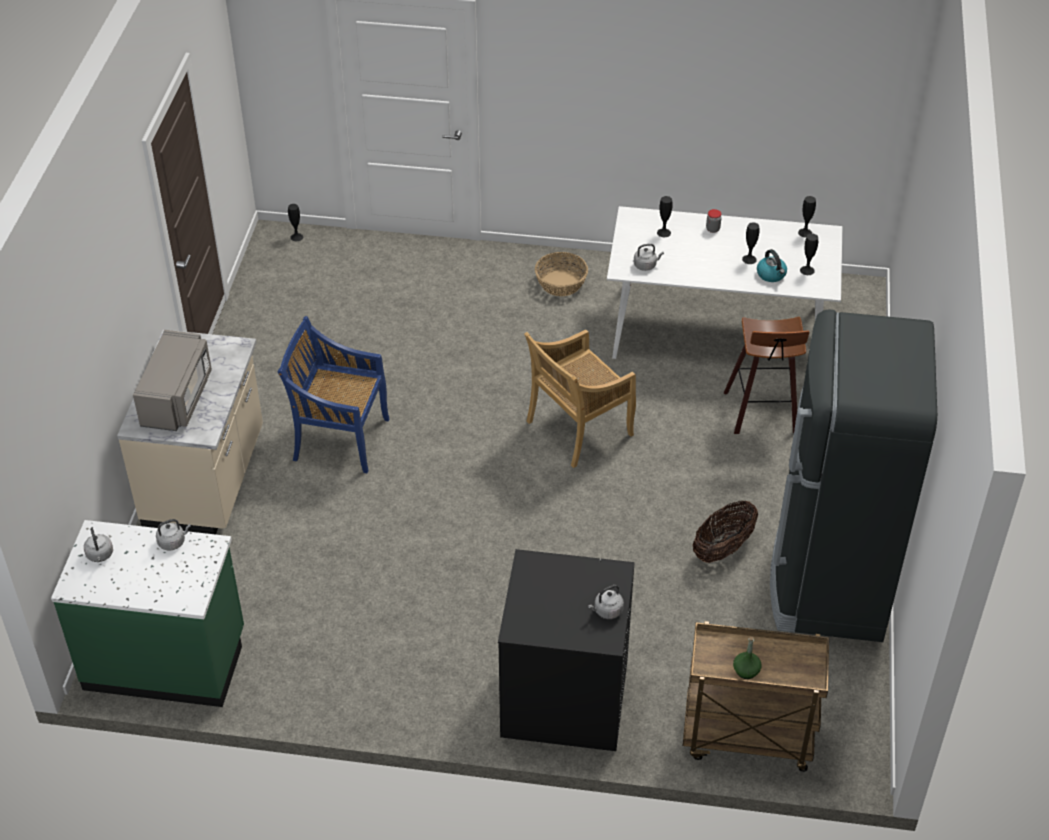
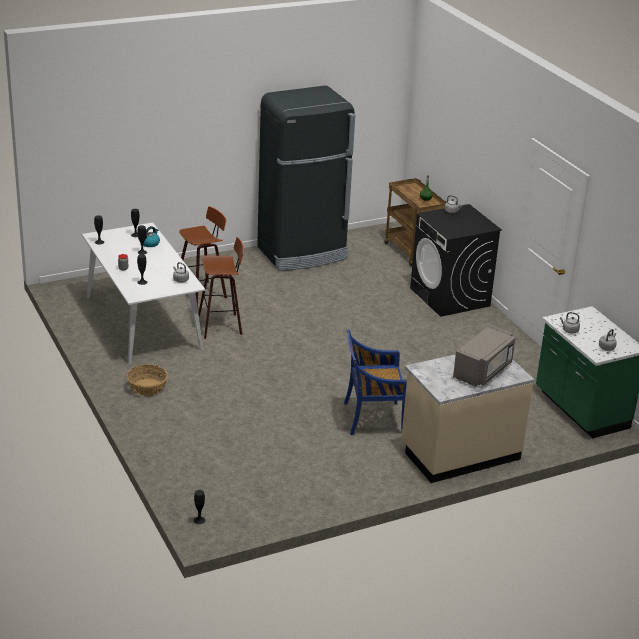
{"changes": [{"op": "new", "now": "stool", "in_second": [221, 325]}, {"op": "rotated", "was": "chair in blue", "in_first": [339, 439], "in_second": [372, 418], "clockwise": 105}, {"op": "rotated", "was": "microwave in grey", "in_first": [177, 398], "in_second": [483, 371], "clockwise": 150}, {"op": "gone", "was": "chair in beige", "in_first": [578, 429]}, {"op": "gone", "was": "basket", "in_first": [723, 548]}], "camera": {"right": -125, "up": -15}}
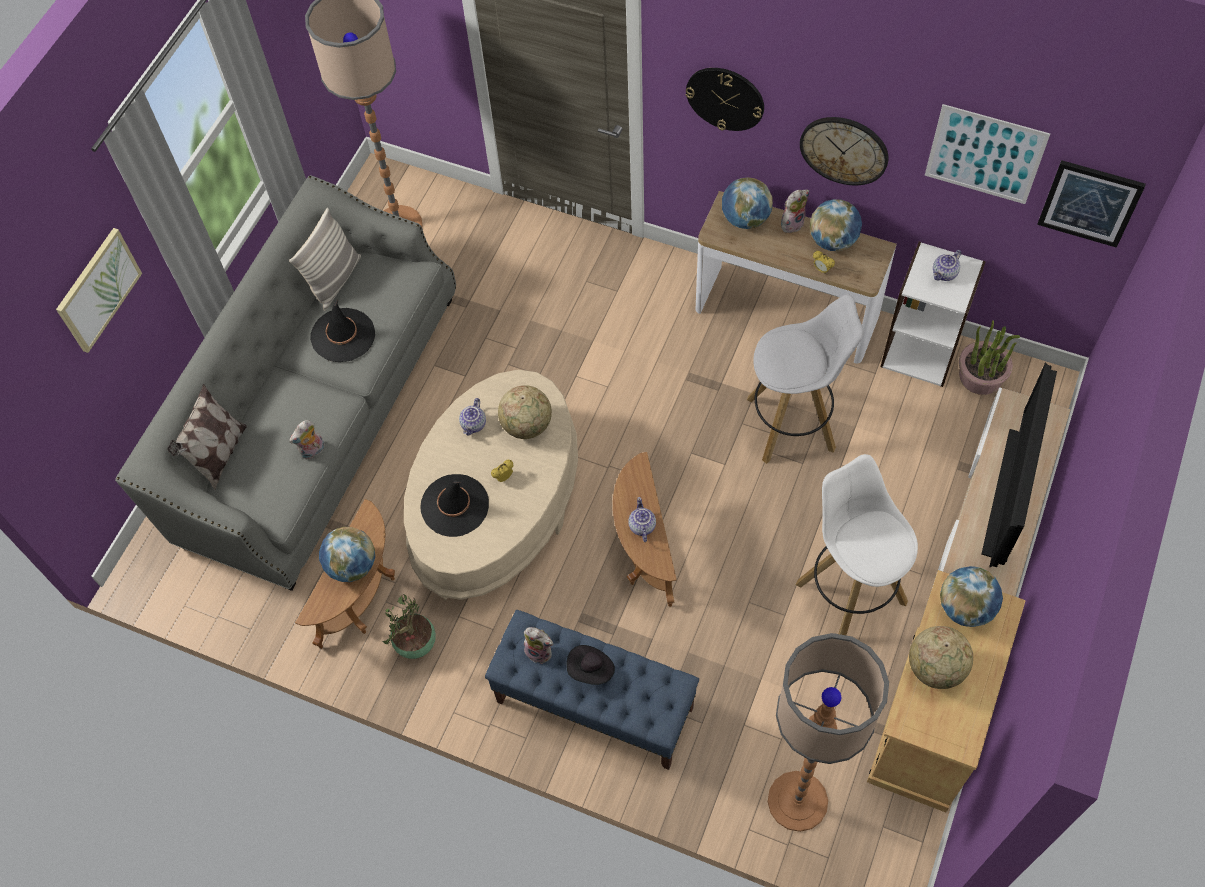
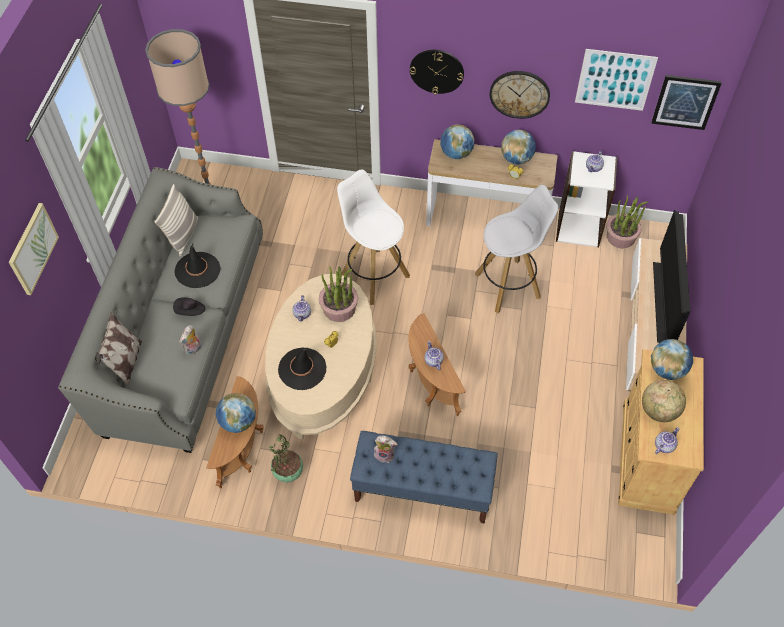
{"changes": [{"op": "shifted", "was": "hat in black", "in_first": [591, 670], "in_second": [190, 311]}, {"op": "swapped", "was": "globe", "now": "potted plant", "in_first": [527, 425], "in_second": [339, 308]}, {"op": "shifted", "was": "stool in white", "in_first": [849, 591], "in_second": [373, 275]}, {"op": "new", "now": "teapot", "in_second": [664, 445]}, {"op": "gone", "was": "floor lamp", "in_first": [797, 801]}, {"op": "gone", "was": "plush toy", "in_first": [792, 222]}], "camera": {"right": -15, "up": -5}}
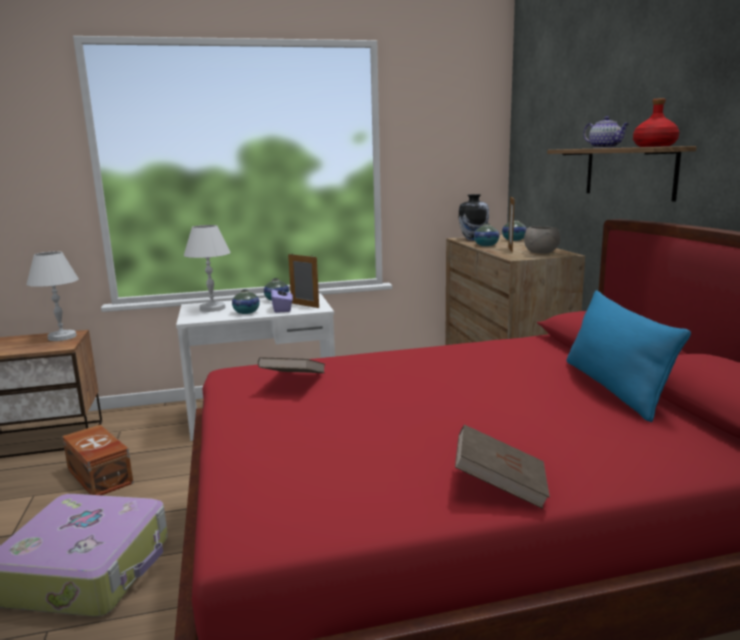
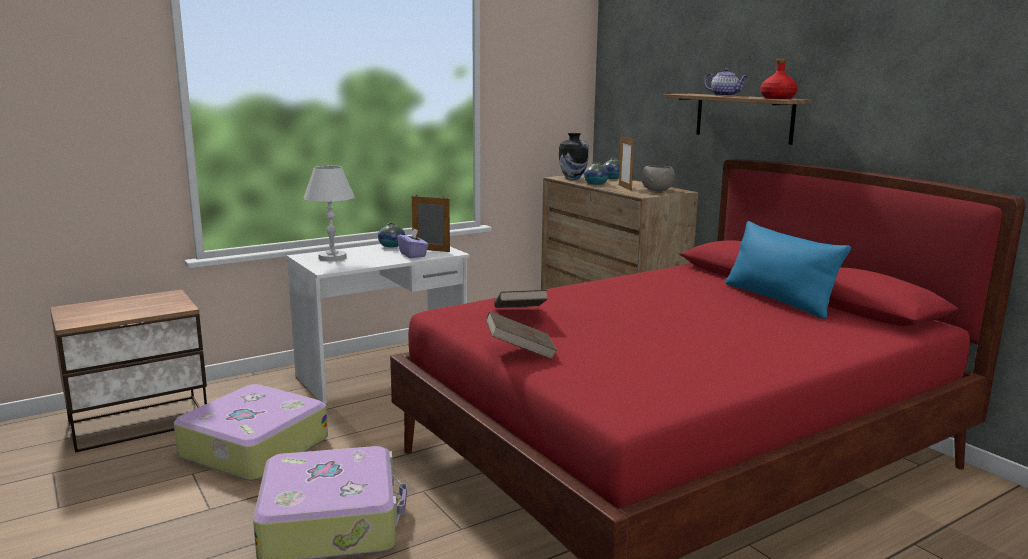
{"changes": [{"op": "swapped", "was": "storage box in brown", "now": "suitcase", "in_first": [99, 477], "in_second": [252, 448]}, {"op": "shifted", "was": "book in brown", "in_first": [500, 486], "in_second": [520, 351]}, {"op": "gone", "was": "table lamp in white", "in_first": [62, 337]}, {"op": "gone", "was": "vase", "in_first": [246, 312]}], "camera": {"right": -20, "up": 0}}
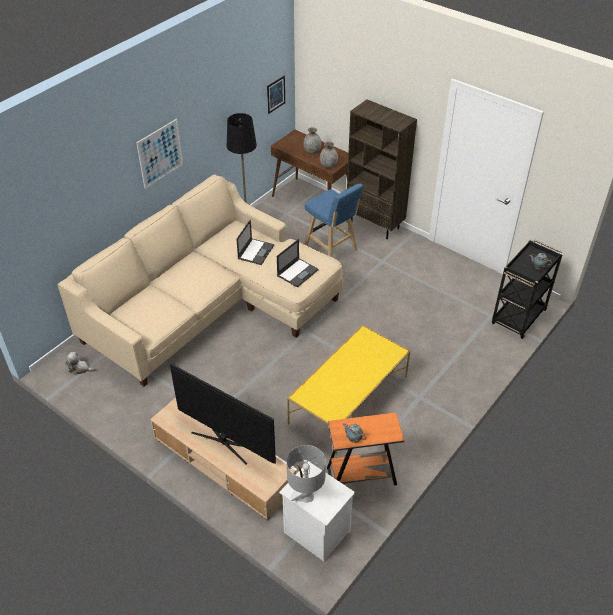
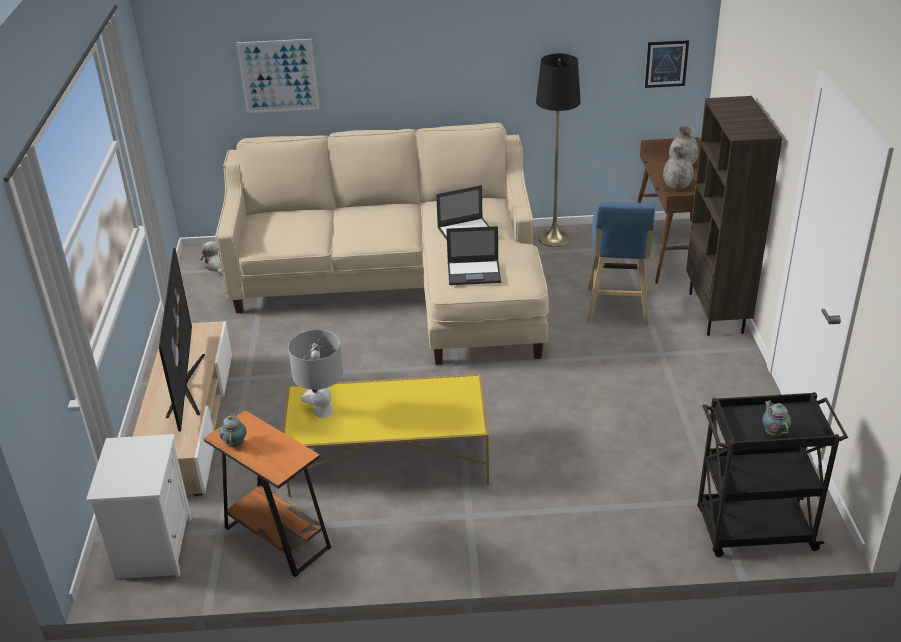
{"changes": [{"op": "shifted", "was": "picture", "in_first": [160, 153], "in_second": [278, 76]}, {"op": "shifted", "was": "table lamp in grey", "in_first": [306, 496], "in_second": [322, 411]}], "camera": {"right": 50, "up": -10}}
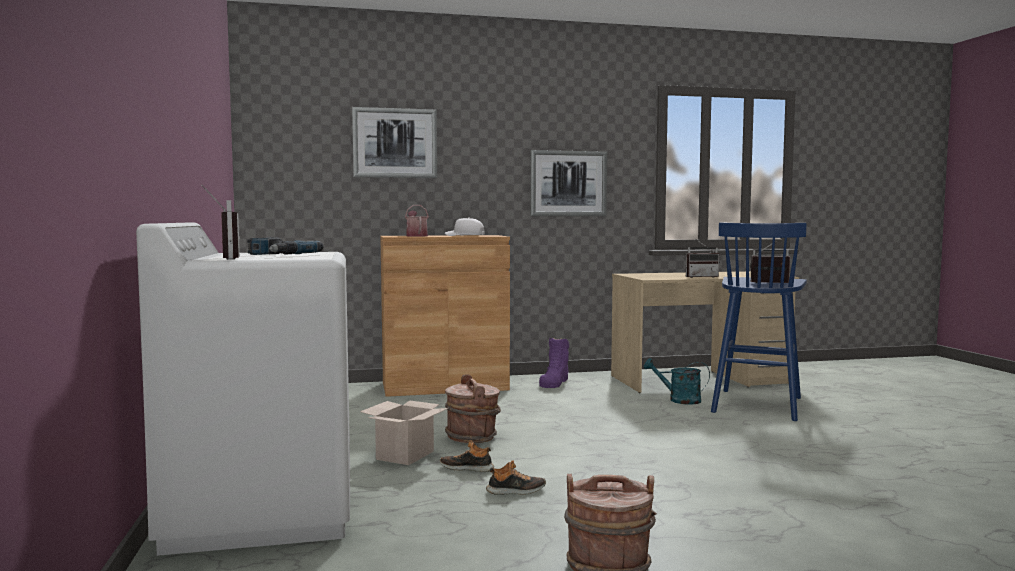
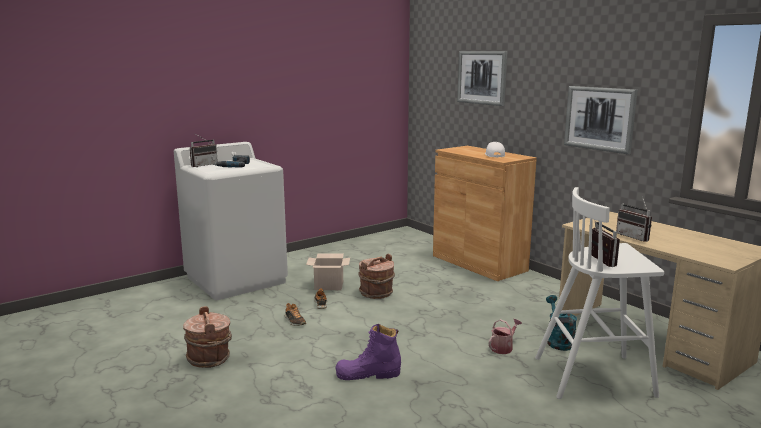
{"changes": [{"op": "shifted", "was": "boot in purple", "in_first": [554, 382], "in_second": [368, 374]}, {"op": "shifted", "was": "watering can", "in_first": [416, 236], "in_second": [503, 347]}, {"op": "repainted", "was": "stool in blue", "now": "stool in white", "in_first": [757, 404], "in_second": [595, 376]}], "camera": {"right": 65, "up": 10}}
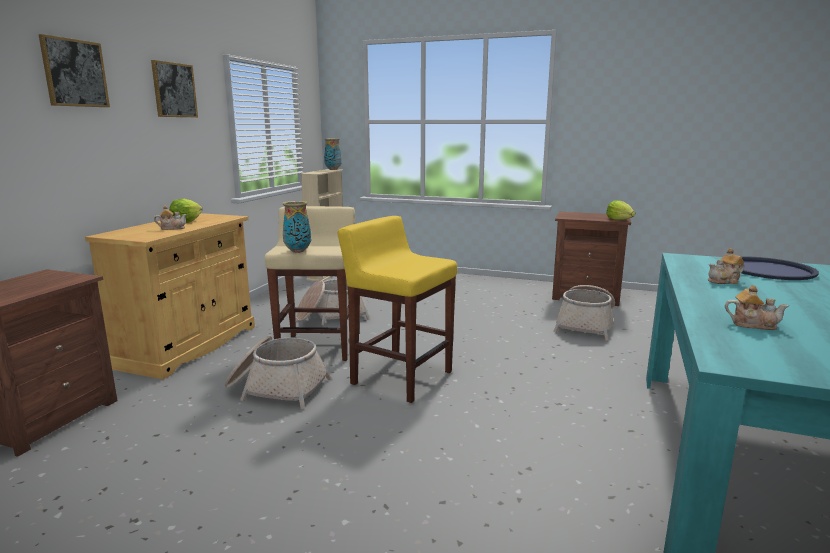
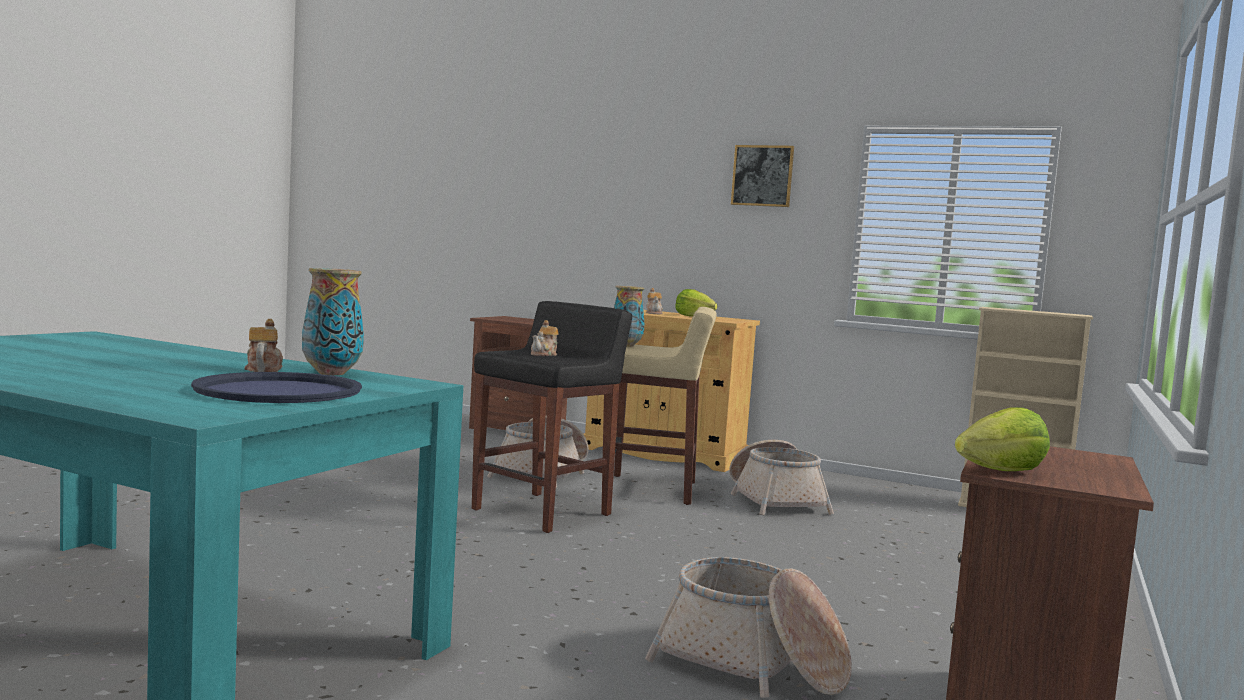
{"changes": [{"op": "shifted", "was": "vase", "in_first": [333, 169], "in_second": [331, 373]}, {"op": "repainted", "was": "stool in yellow", "now": "stool in black", "in_first": [400, 377], "in_second": [543, 512]}, {"op": "shifted", "was": "teapot", "in_first": [752, 324], "in_second": [544, 354]}, {"op": "gone", "was": "picture", "in_first": [74, 73]}], "camera": {"right": 95, "up": -10}}
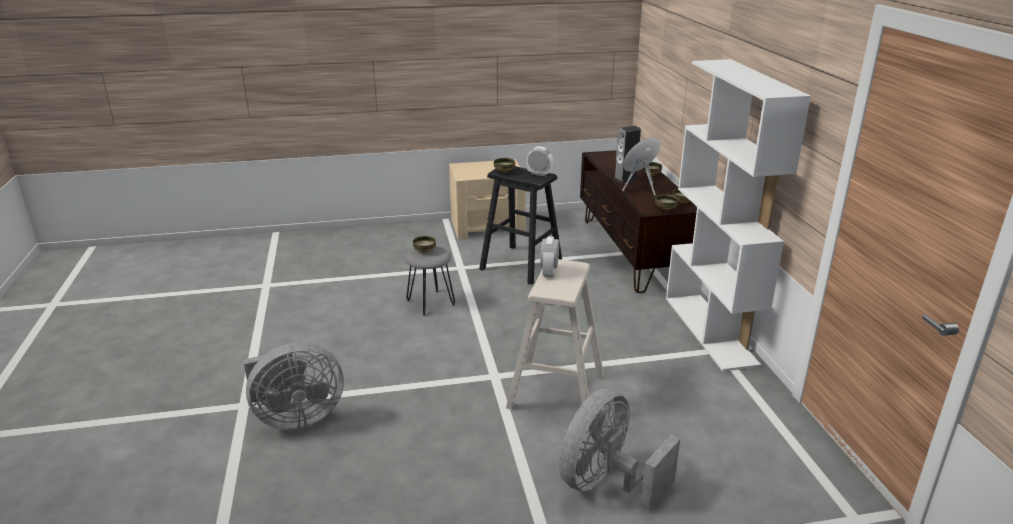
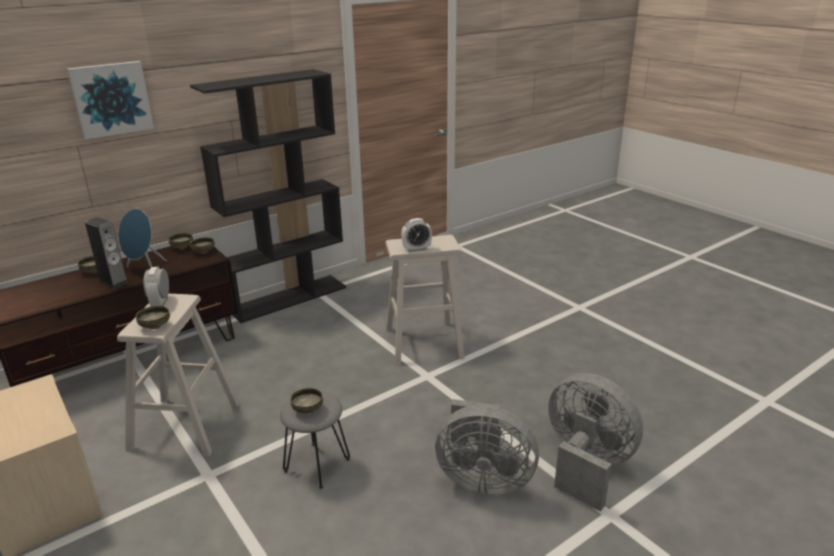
{"changes": [{"op": "new", "now": "picture", "in_second": [111, 99]}, {"op": "repainted", "was": "stool in black", "now": "stool in beige", "in_first": [521, 264], "in_second": [185, 426]}, {"op": "repainted", "was": "bookcase in white", "now": "bookcase in black", "in_first": [710, 330], "in_second": [288, 298]}, {"op": "shifted", "was": "fan in grey", "in_first": [606, 483], "in_second": [482, 479]}], "camera": {"right": -115, "up": 0}}
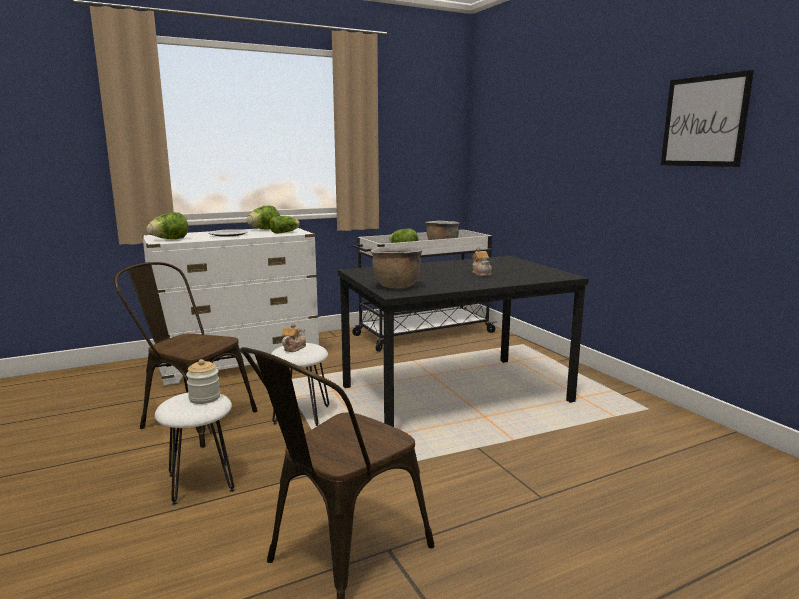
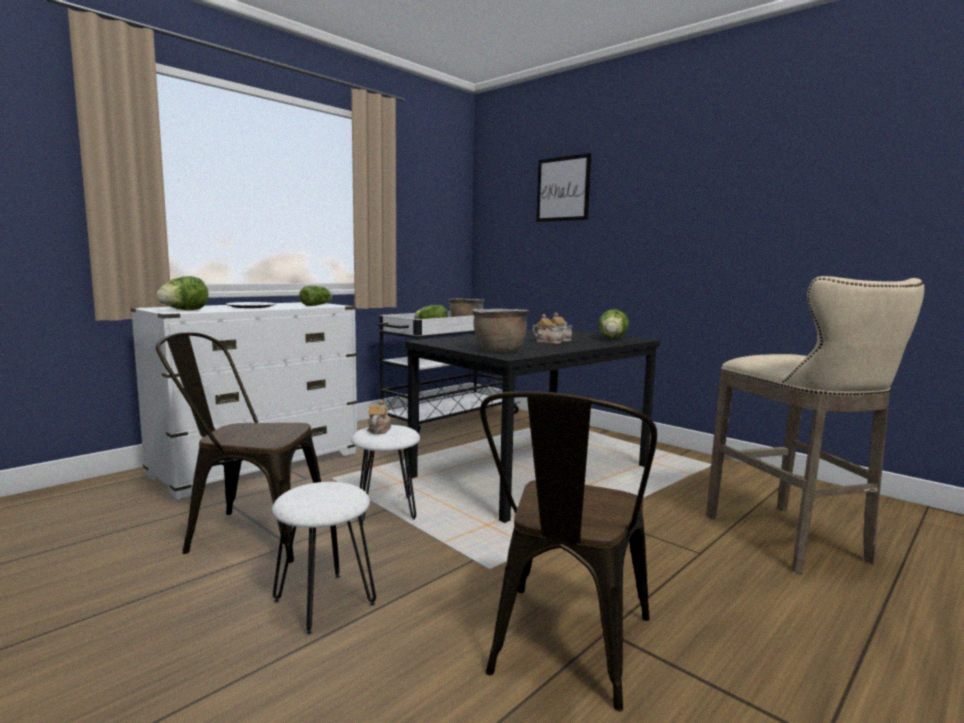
{"changes": [{"op": "new", "now": "teapot", "in_second": [548, 342]}, {"op": "shifted", "was": "picture", "in_first": [704, 121], "in_second": [563, 189]}, {"op": "shifted", "was": "lettuce", "in_first": [264, 229], "in_second": [612, 339]}, {"op": "new", "now": "stool in beige", "in_second": [792, 541]}, {"op": "gone", "was": "jar", "in_first": [204, 398]}], "camera": {"right": -20, "up": -5}}
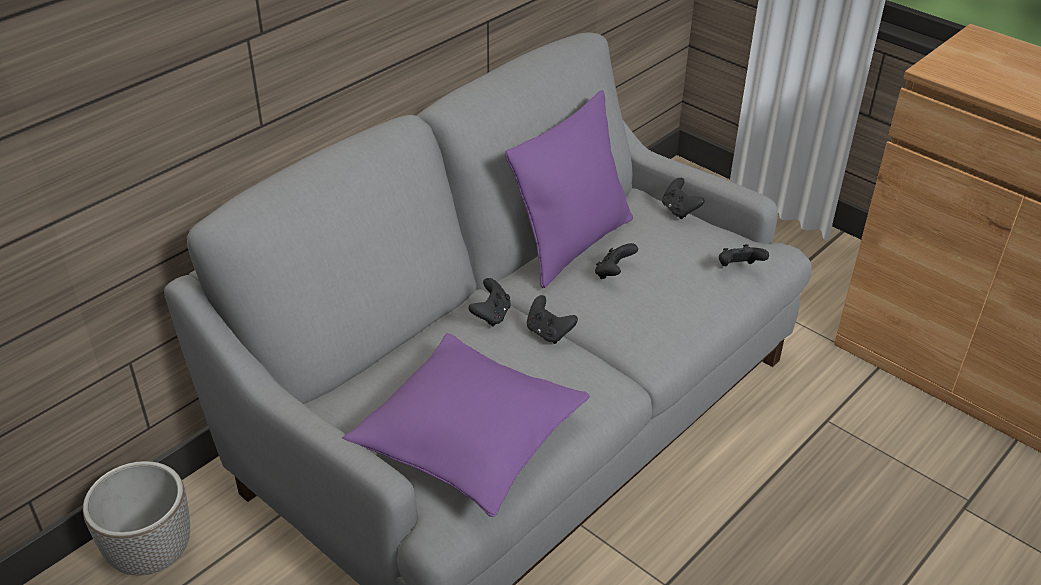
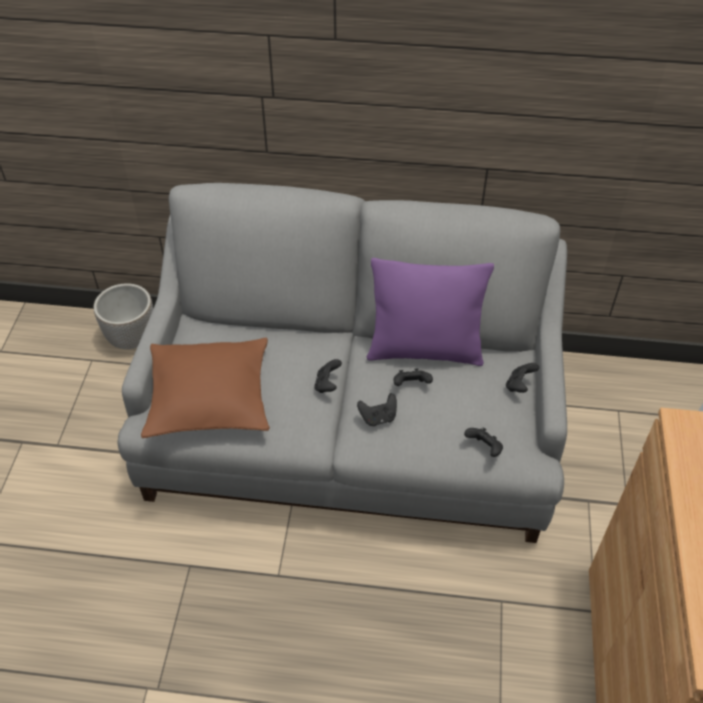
{"changes": [{"op": "repainted", "was": "pillow in purple", "now": "pillow in brown", "in_first": [469, 437], "in_second": [209, 397]}, {"op": "shifted", "was": "game controller in black", "in_first": [491, 315], "in_second": [378, 417]}], "camera": {"right": 55, "up": 10}}
